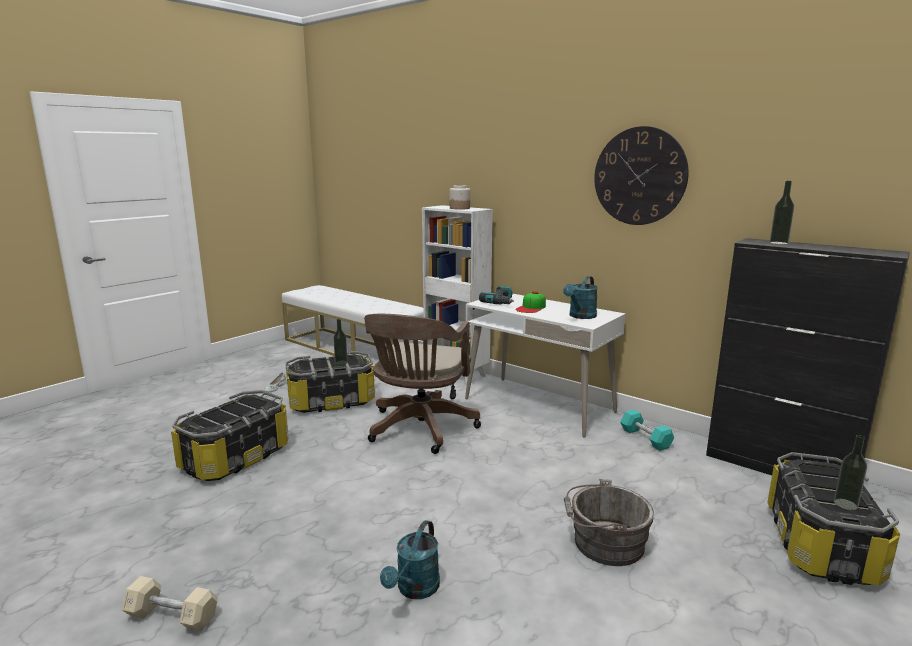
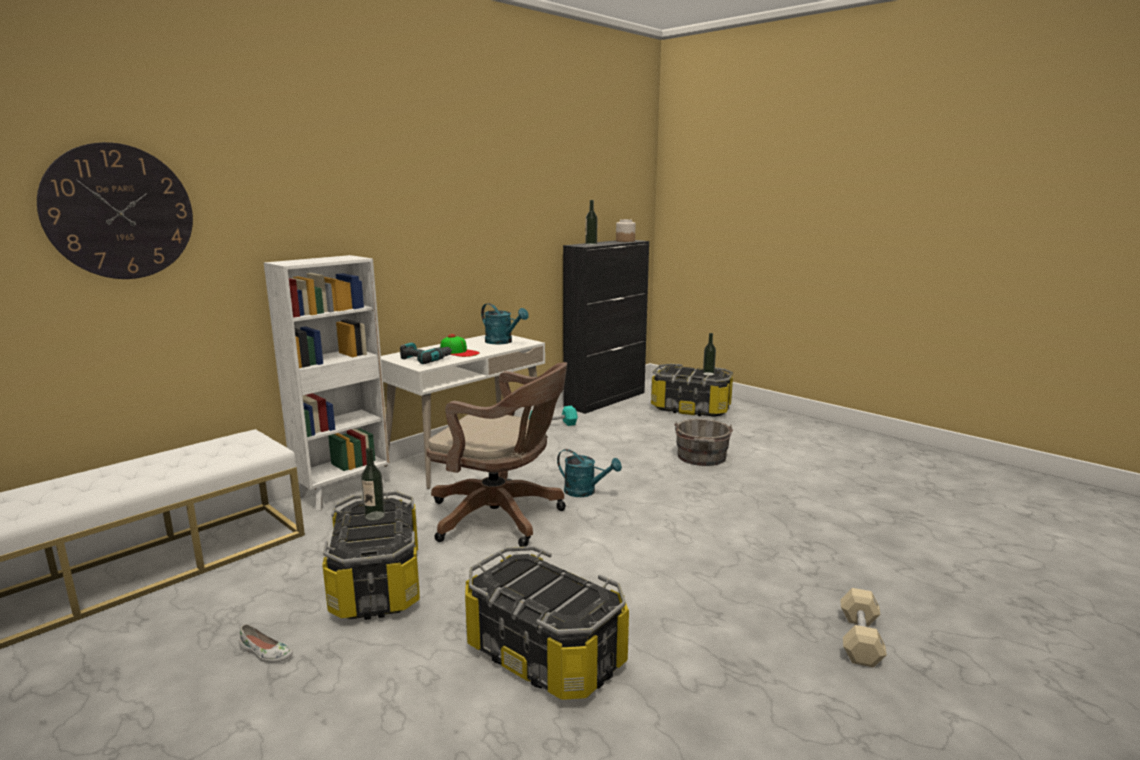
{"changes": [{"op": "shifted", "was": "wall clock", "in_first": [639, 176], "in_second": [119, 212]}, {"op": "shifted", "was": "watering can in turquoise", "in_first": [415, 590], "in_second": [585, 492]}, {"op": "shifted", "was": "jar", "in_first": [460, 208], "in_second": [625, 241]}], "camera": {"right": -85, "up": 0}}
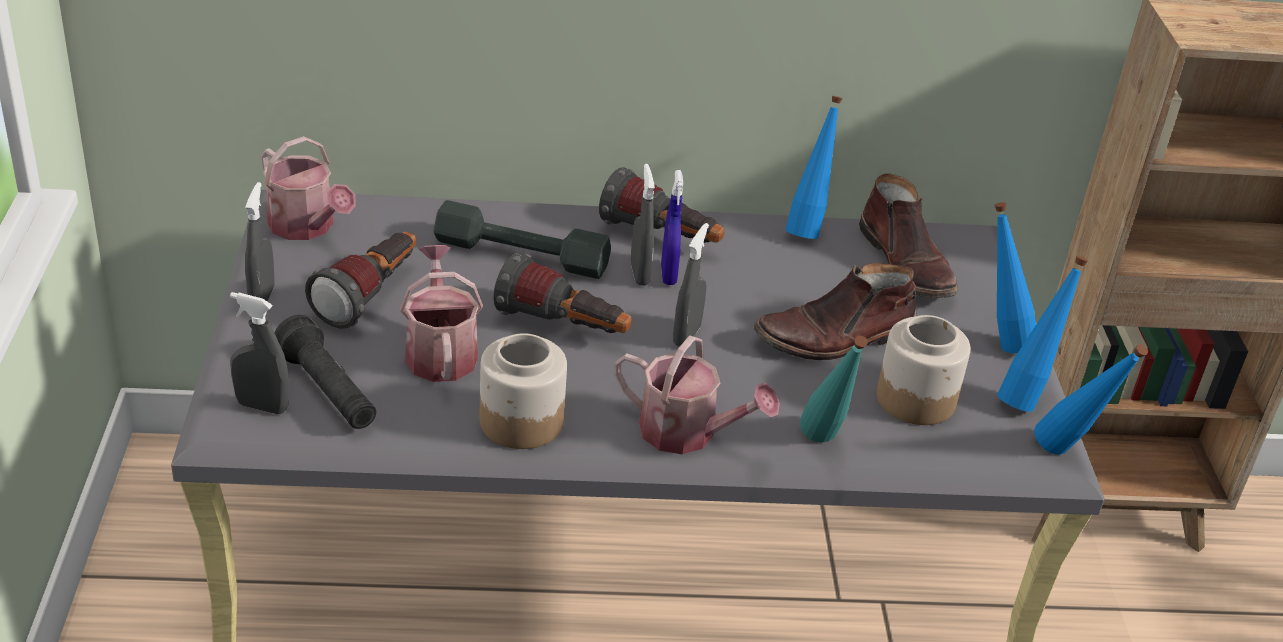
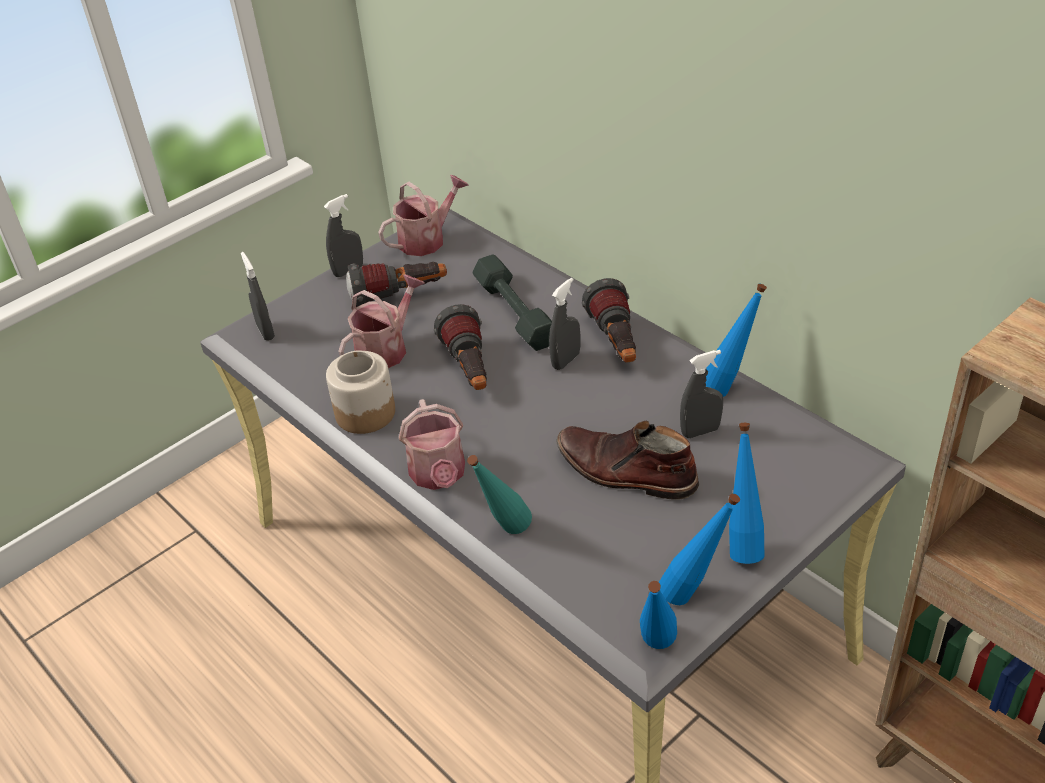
{"changes": [{"op": "rotated", "was": "watering can", "in_first": [306, 227], "in_second": [427, 239], "clockwise": -135}, {"op": "shifted", "was": "spray bottle in grey", "in_first": [686, 335], "in_second": [700, 431]}, {"op": "gone", "was": "flashlight in black", "in_first": [328, 392]}, {"op": "gone", "was": "spray bottle in blue", "in_first": [668, 274]}, {"op": "gone", "was": "boot in brown", "in_first": [907, 264]}, {"op": "gone", "was": "jar", "in_first": [916, 399]}], "camera": {"right": 55, "up": 5}}
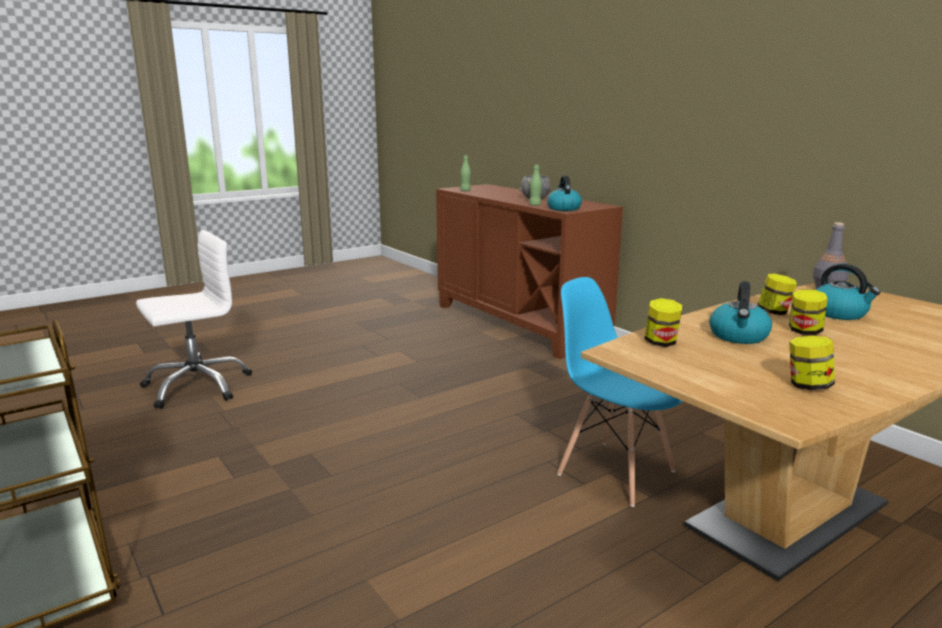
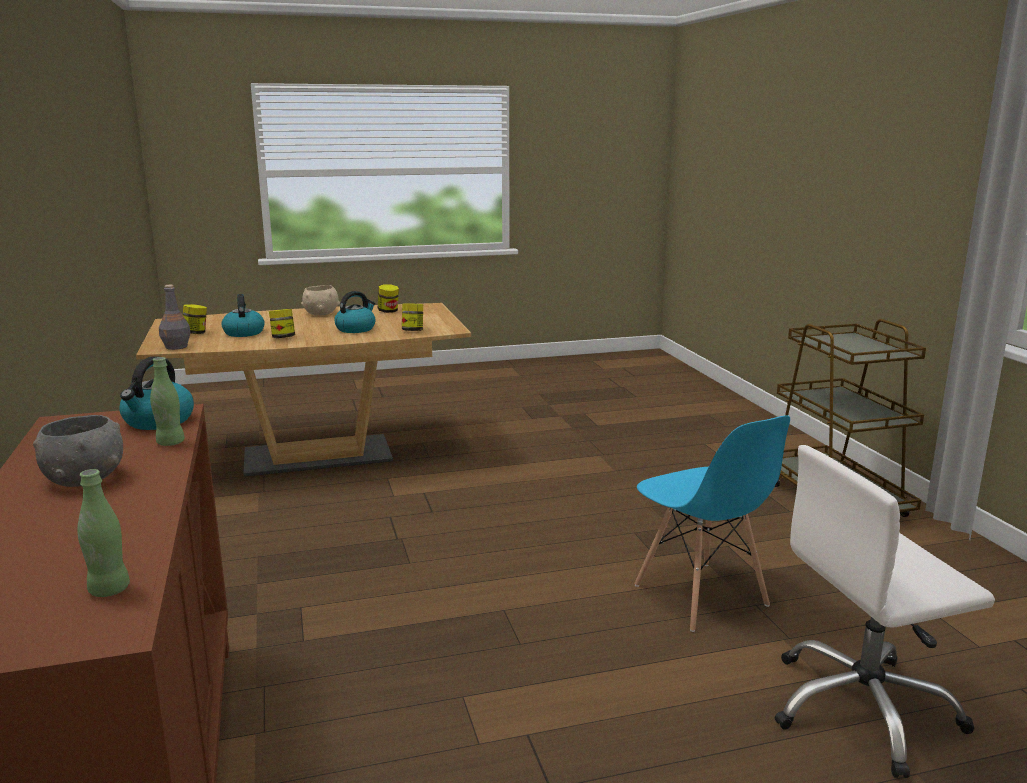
{"changes": [{"op": "shifted", "was": "jar", "in_first": [804, 331], "in_second": [196, 333]}, {"op": "new", "now": "bowl in beige", "in_second": [322, 314]}, {"op": "shifted", "was": "chair in blue", "in_first": [615, 472], "in_second": [700, 596]}], "camera": {"right": -160, "up": 0}}
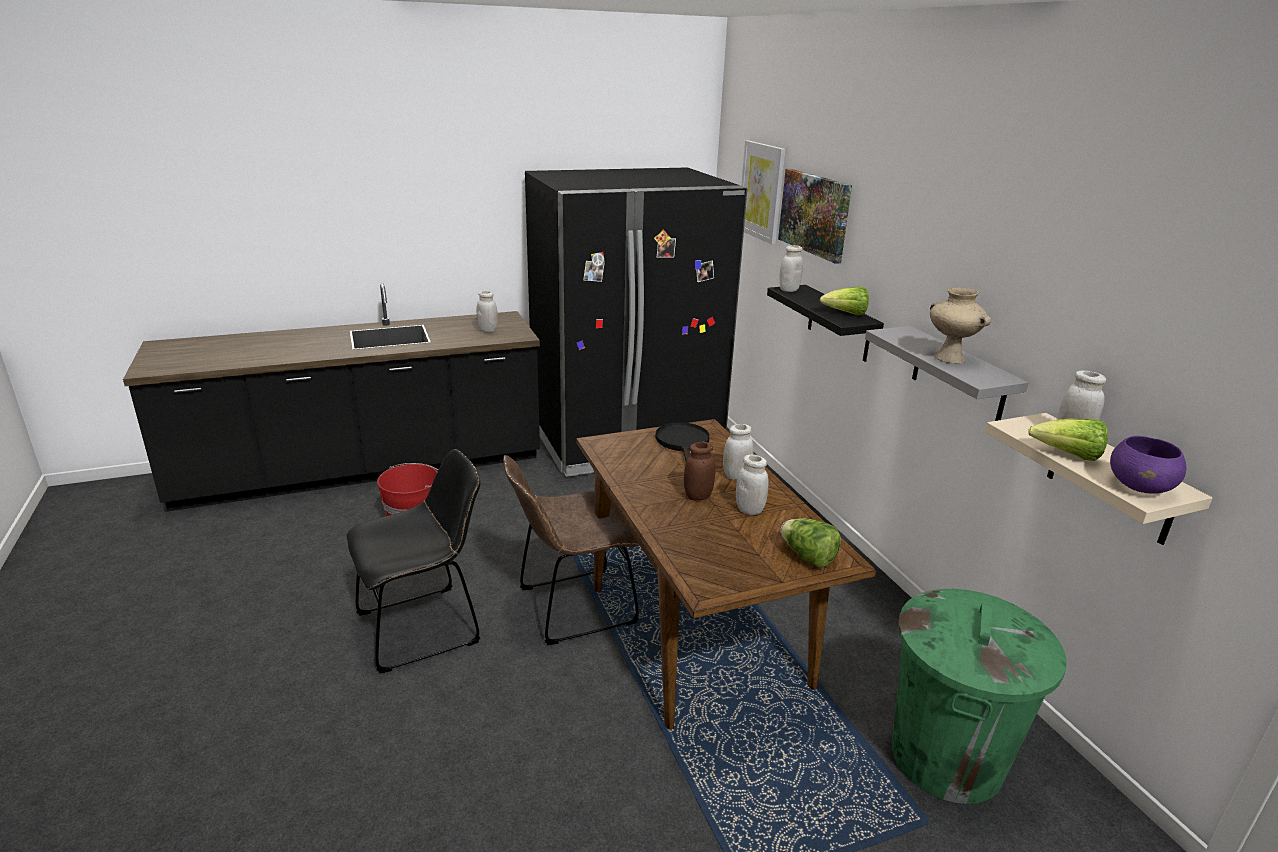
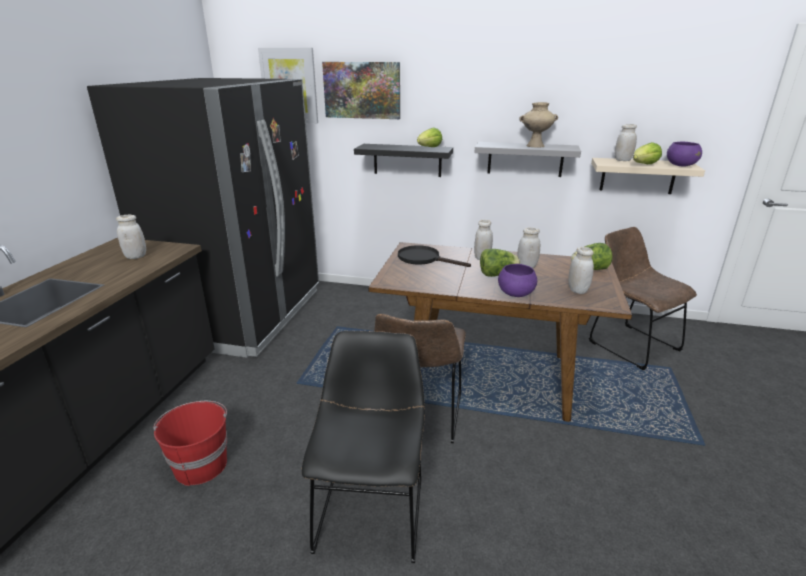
{"changes": [{"op": "swapped", "was": "jar in brown", "now": "lettuce", "in_first": [698, 496], "in_second": [497, 274]}, {"op": "new", "now": "bowl in purple", "in_second": [515, 294]}, {"op": "shifted", "was": "jar in white", "in_first": [789, 290], "in_second": [577, 290]}, {"op": "swapped", "was": "trash can in green", "now": "chair in brown", "in_first": [947, 757], "in_second": [629, 344]}], "camera": {"right": -55, "up": 0}}
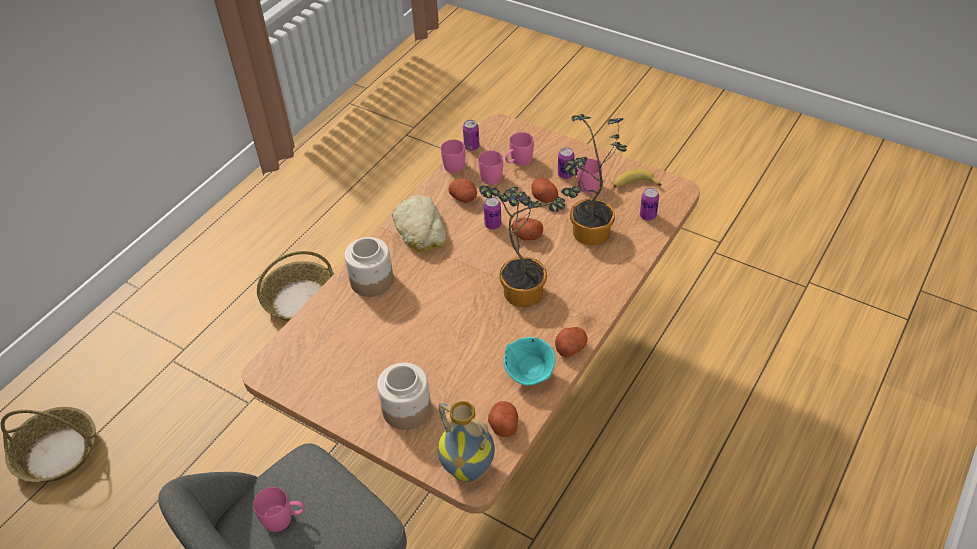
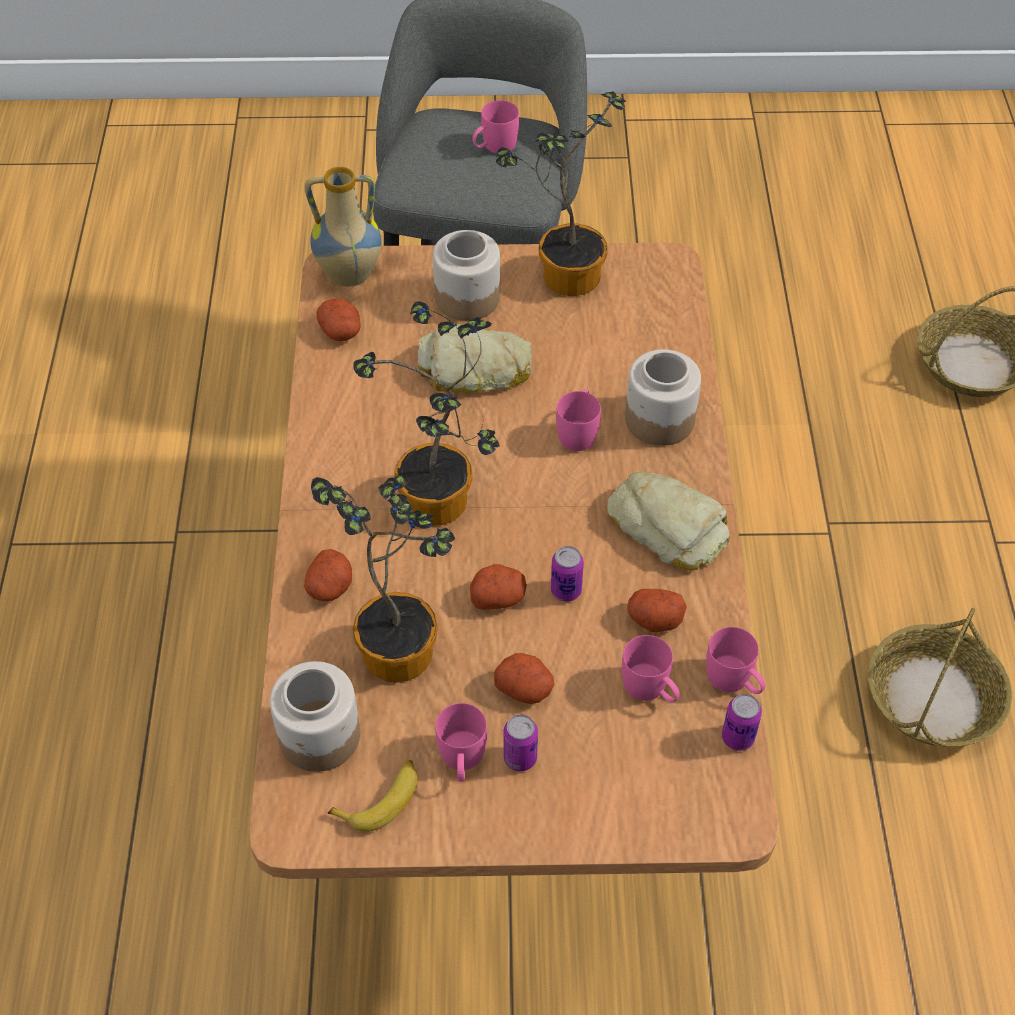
{"changes": [{"op": "swapped", "was": "can", "now": "jar", "in_first": [648, 216], "in_second": [320, 737]}, {"op": "shifted", "was": "potato", "in_first": [570, 347], "in_second": [330, 587]}, {"op": "new", "now": "bread", "in_second": [475, 369]}, {"op": "new", "now": "potted plant", "in_second": [562, 274]}, {"op": "shifted", "was": "mug in pink", "in_first": [518, 161], "in_second": [579, 431]}, {"op": "gone", "was": "bowl in turquoise", "in_first": [530, 375]}], "camera": {"right": 145, "up": 5}}
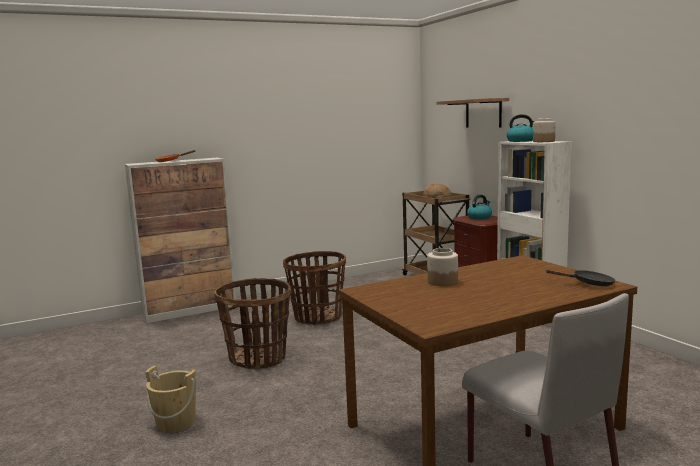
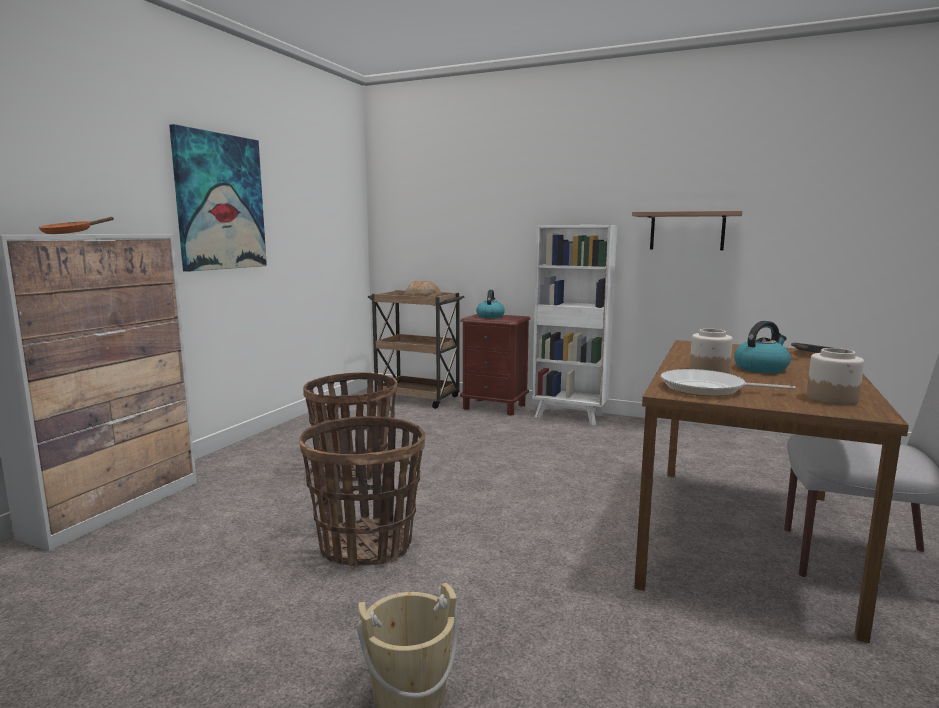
{"changes": [{"op": "new", "now": "picture", "in_second": [220, 202]}, {"op": "shifted", "was": "shelf", "in_first": [483, 113], "in_second": [687, 231]}, {"op": "new", "now": "frying pan", "in_second": [707, 389]}, {"op": "shifted", "was": "kettle", "in_first": [521, 141], "in_second": [761, 368]}, {"op": "shifted", "was": "jar", "in_first": [544, 141], "in_second": [832, 398]}], "camera": {"right": -40, "up": 0}}
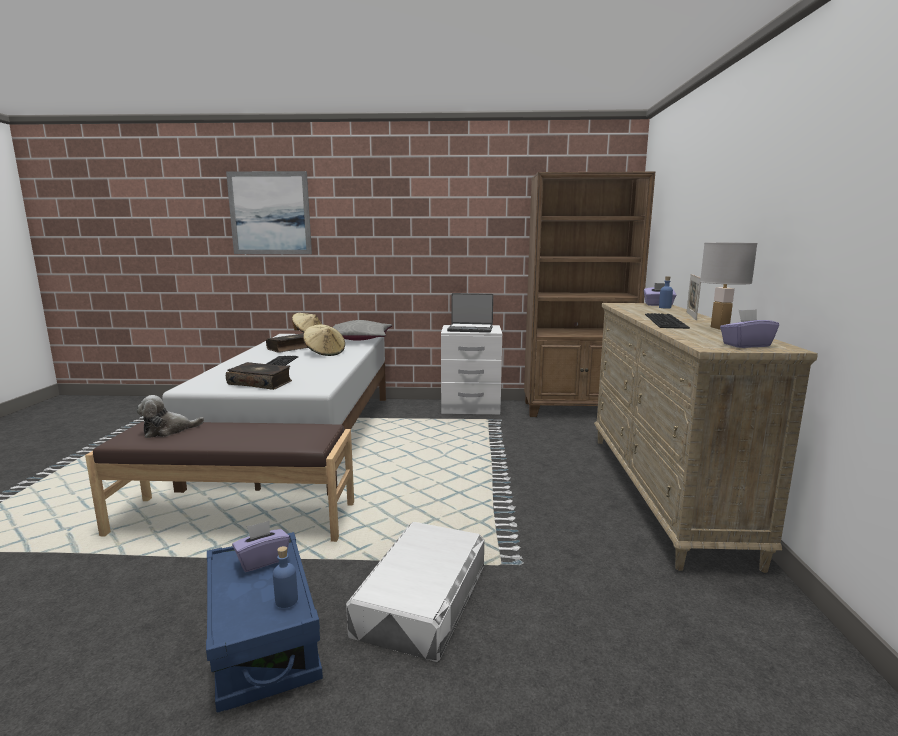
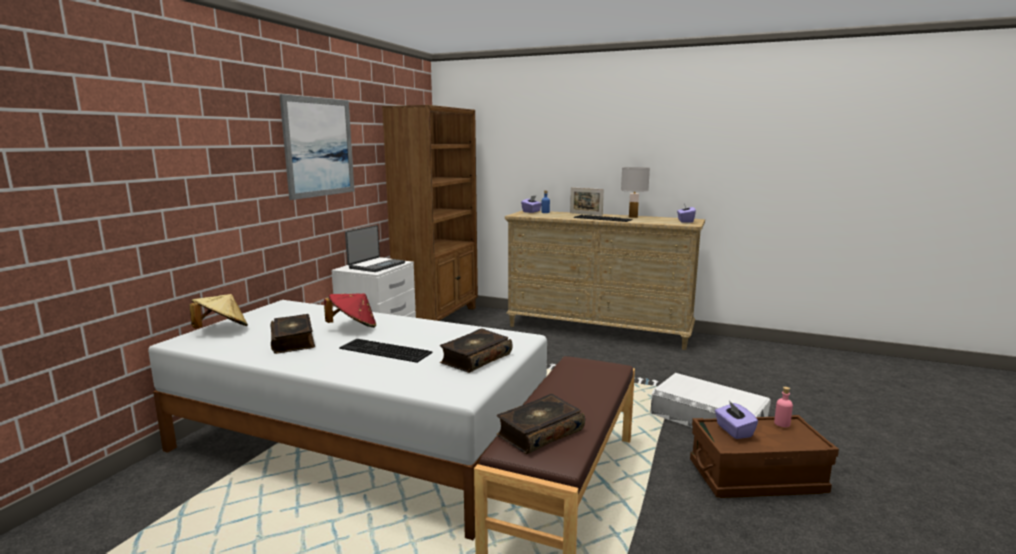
{"changes": [{"op": "shifted", "was": "picture", "in_first": [270, 213], "in_second": [319, 147]}, {"op": "repainted", "was": "hat in beige", "now": "hat in red", "in_first": [325, 353], "in_second": [353, 327]}, {"op": "swapped", "was": "plush toy", "now": "book", "in_first": [168, 431], "in_second": [539, 432]}, {"op": "repainted", "was": "storage box in blue", "now": "storage box in brown", "in_first": [263, 640], "in_second": [756, 477]}, {"op": "repainted", "was": "bottle in blue", "now": "bottle in pink", "in_first": [286, 600], "in_second": [782, 423]}, {"op": "gone", "was": "pillow in grey", "in_first": [359, 339]}], "camera": {"right": -70, "up": 0}}
